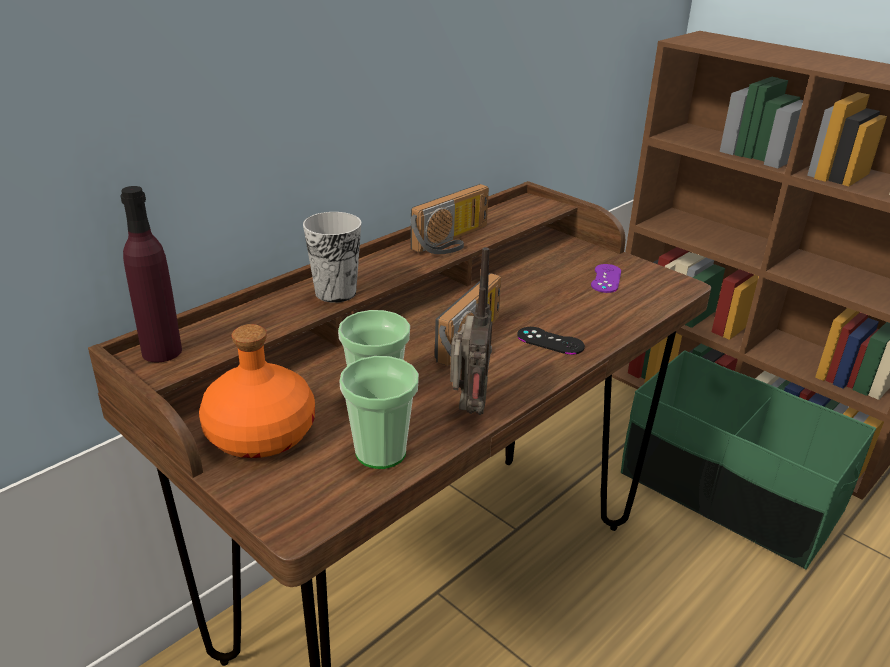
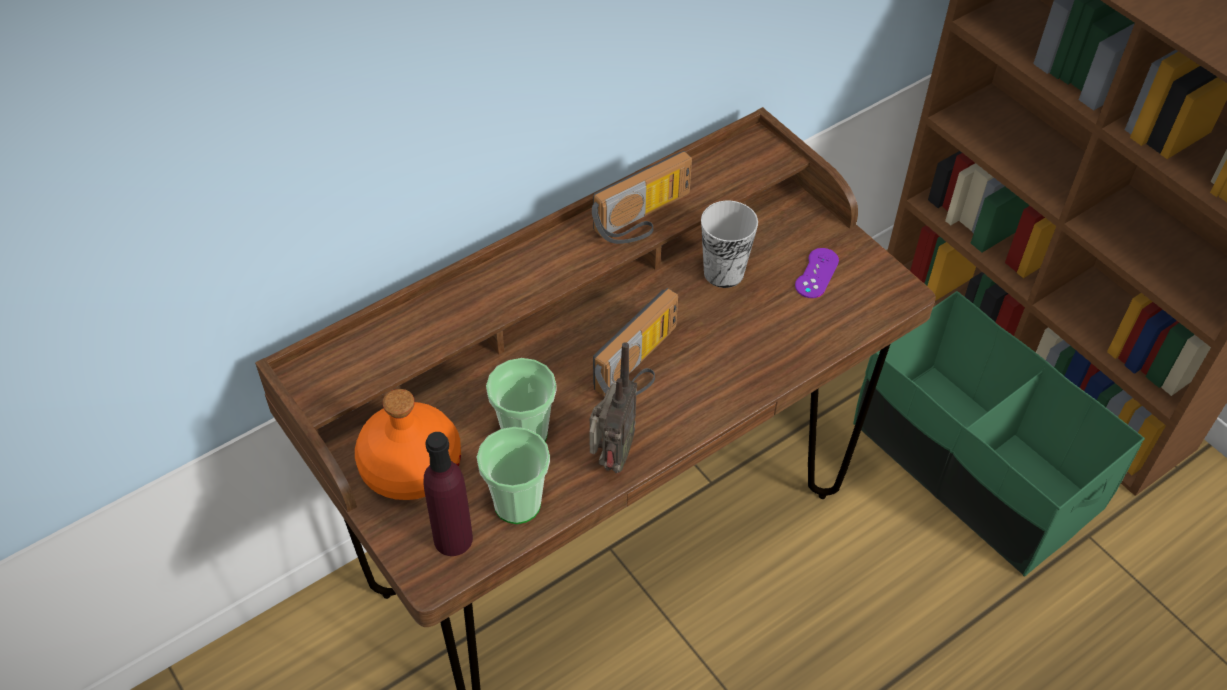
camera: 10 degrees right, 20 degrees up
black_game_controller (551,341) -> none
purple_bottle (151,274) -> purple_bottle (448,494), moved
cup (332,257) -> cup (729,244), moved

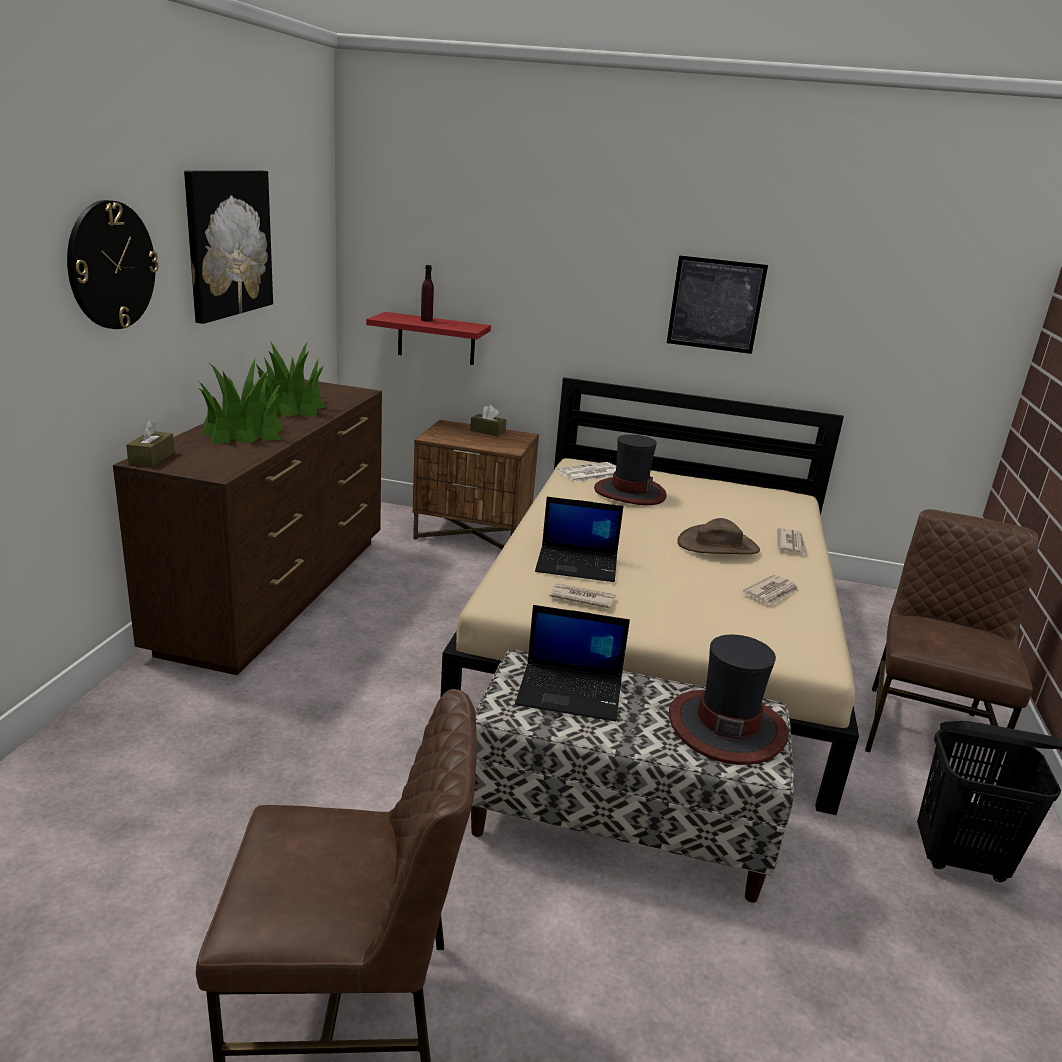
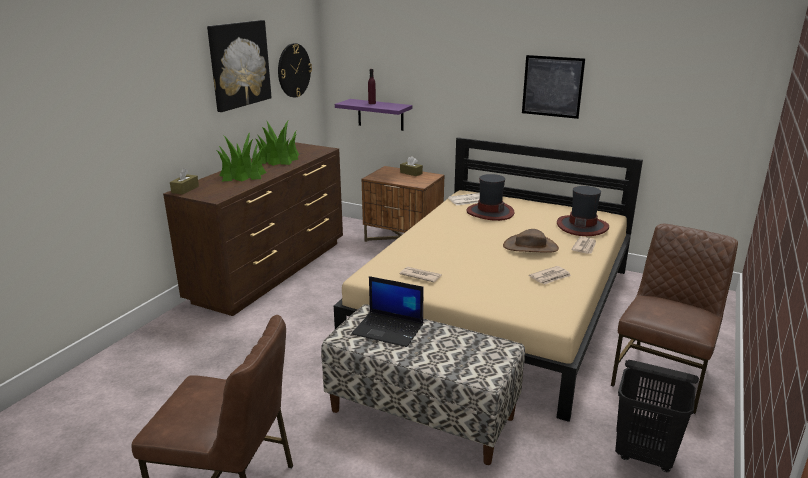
camera: 15 degrees right, 0 degrees up
laptop (579,539) -> none
wall_clock (113,264) -> wall_clock (295,70), moved
hat (729,699) -> hat (583,211), moved
red_shelf (428,338) -> purple_shelf (373,115)

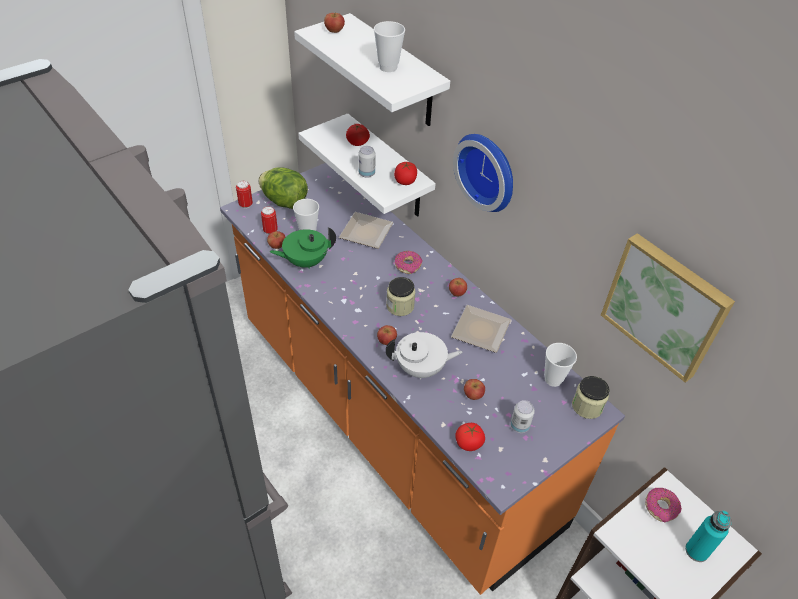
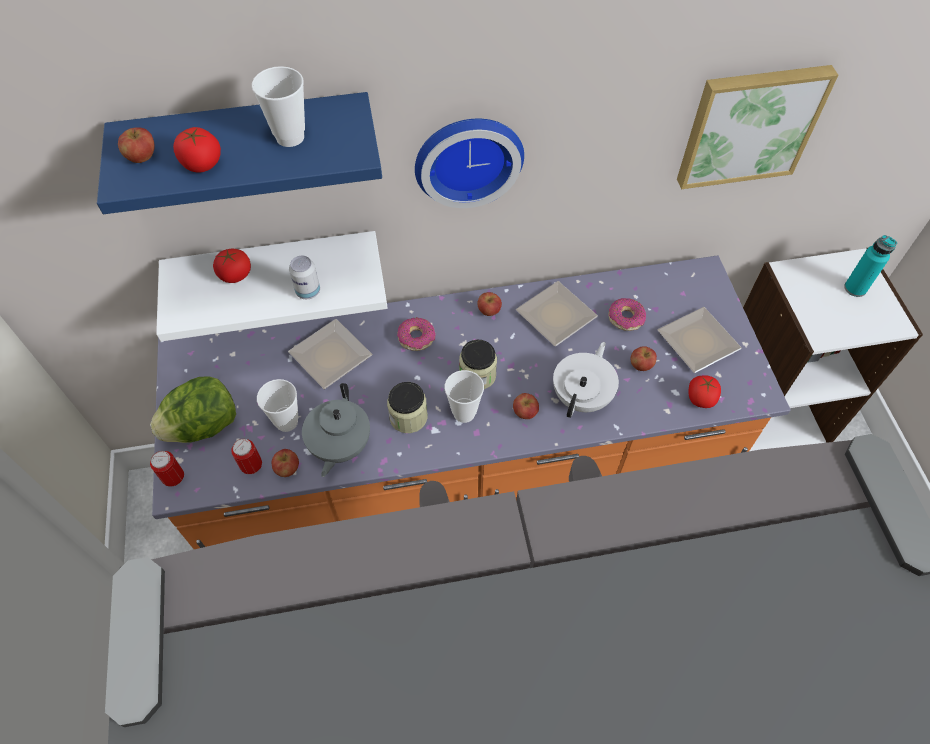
camera: 60 degrees left, 10 degrees up
tomato (405,173) -> tomato (197,149), moved
cup (560,365) -> cup (464,396), moved
jar (591,397) -> jar (407,407), moved
donut (663,505) -> donut (627,314), moved
can (522,416) -> plate (700,340)
green_teapot (303,248) -> grey_teapot (336,430)
white_shelf (372,69) -> blue_shelf (239,153)

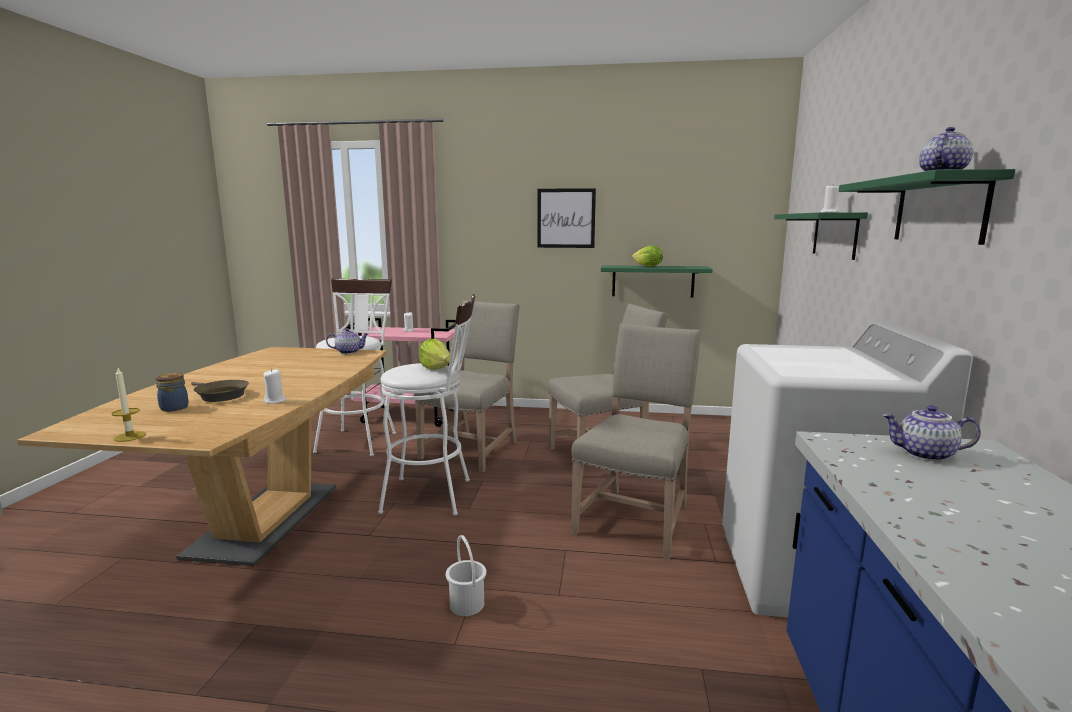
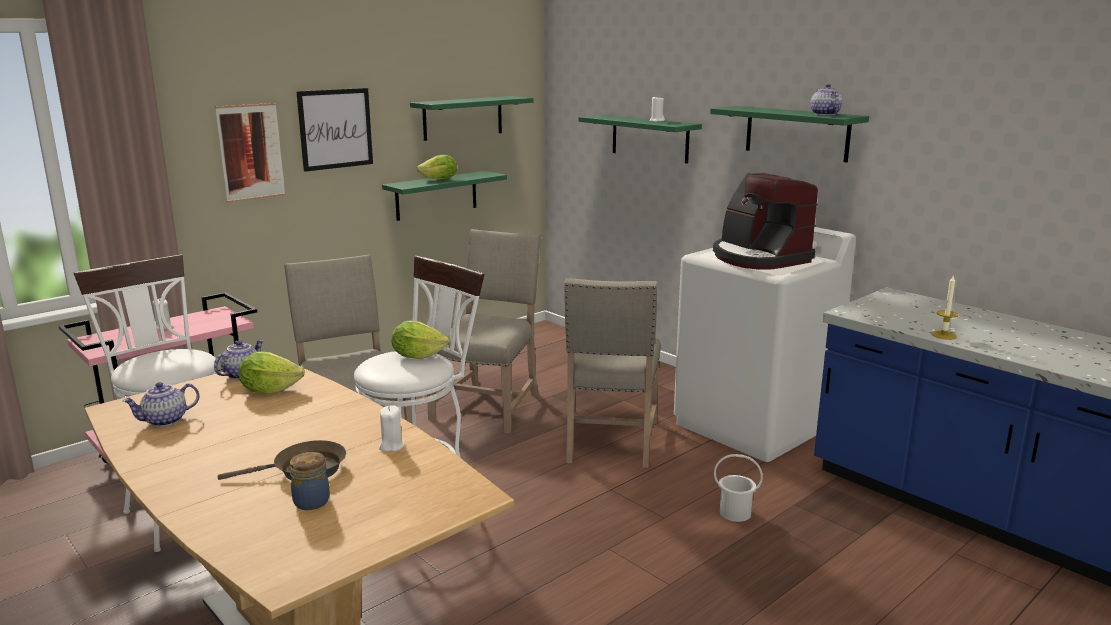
camera: 50 degrees left, 5 degrees up
none -> picture (250,153)
none -> lettuce (272,372)
none -> green_shelf (472,118)
none -> coffee_machine (765,221)
candle (129,405) -> candle (944,307), moved
white_bucket (466,575) -> white_bucket (738,488), moved
teapot (931,433) -> teapot (160,404), moved
beige_chair (636,441) -> beige_chair (612,373), 150 degrees counterclockwise

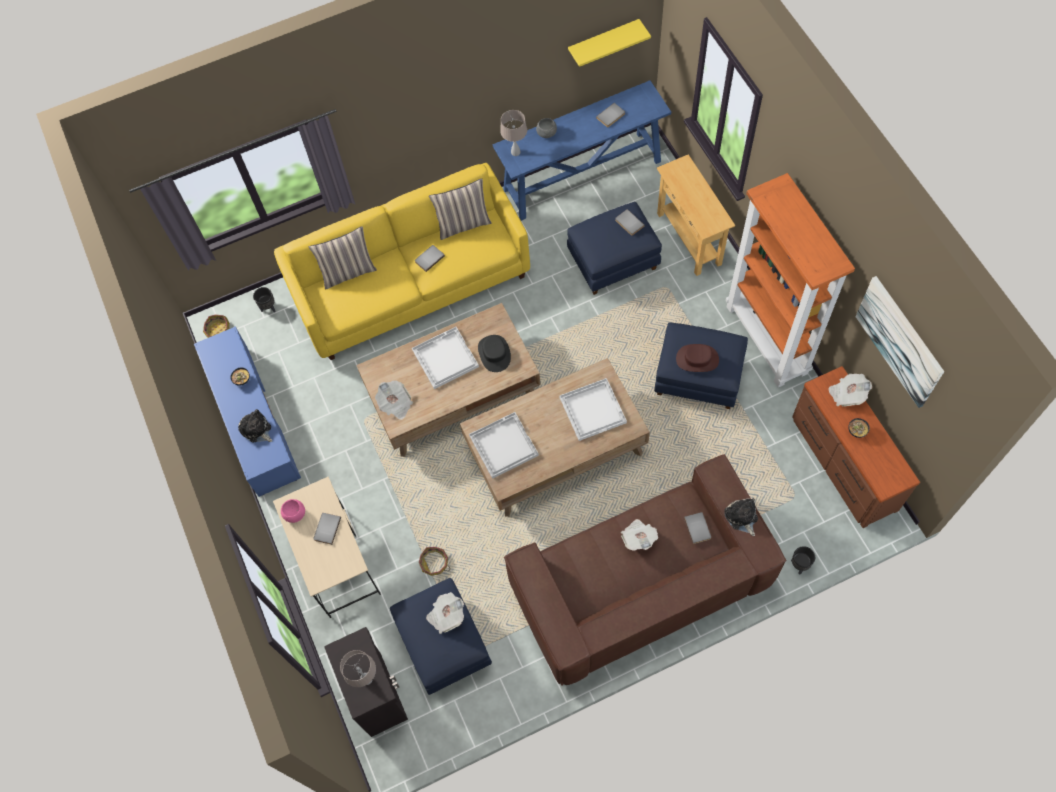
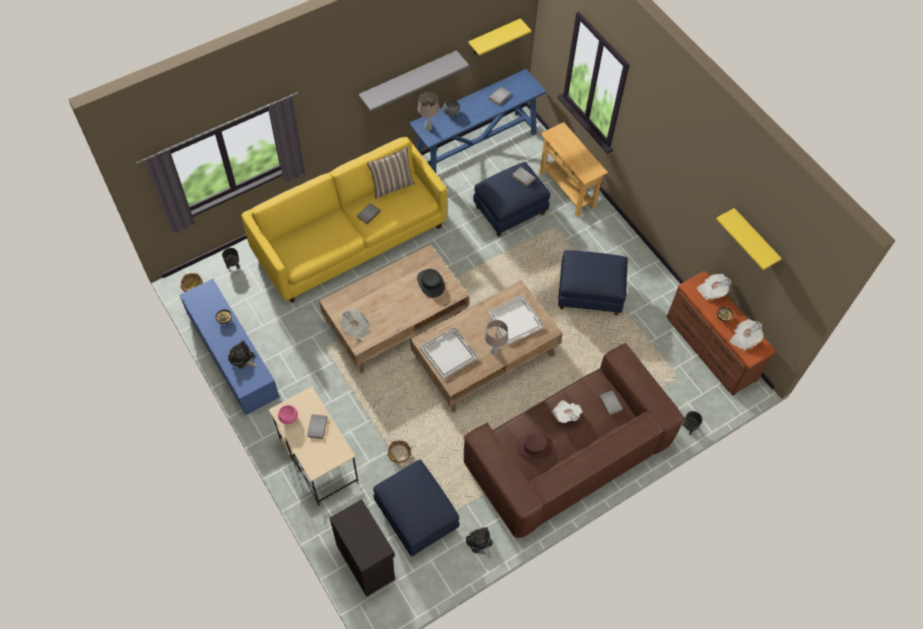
camera: 15 degrees left, 5 degrees down
pillow (343,257) -> none
white_tray (445,358) -> none
orange_bookcase (790,280) -> none
none -> grey_shelf (413,81)
beige_table_lamp (358,668) -> beige_table_lamp (496,337), moved
newspaper (445,613) -> newspaper (747,335), moved
brown_hat (697,358) -> brown_hat (534,446), moved
plush_toy (741,517) -> plush_toy (479,542), moved
picture (900,342) -> yellow_shelf (749,239)

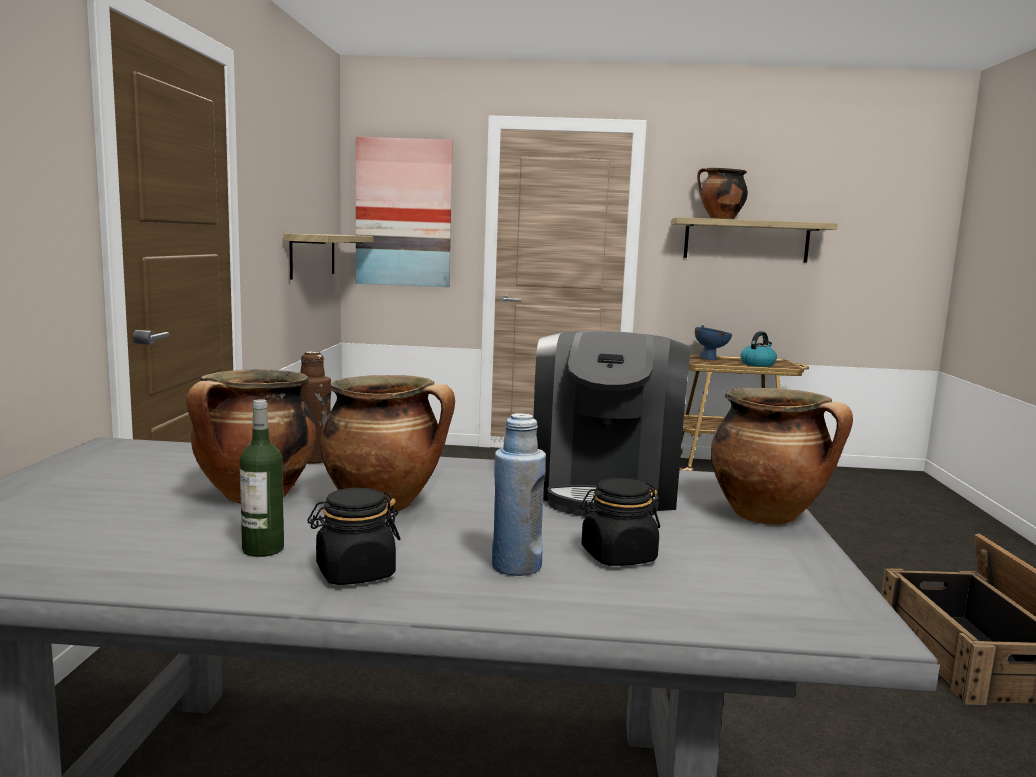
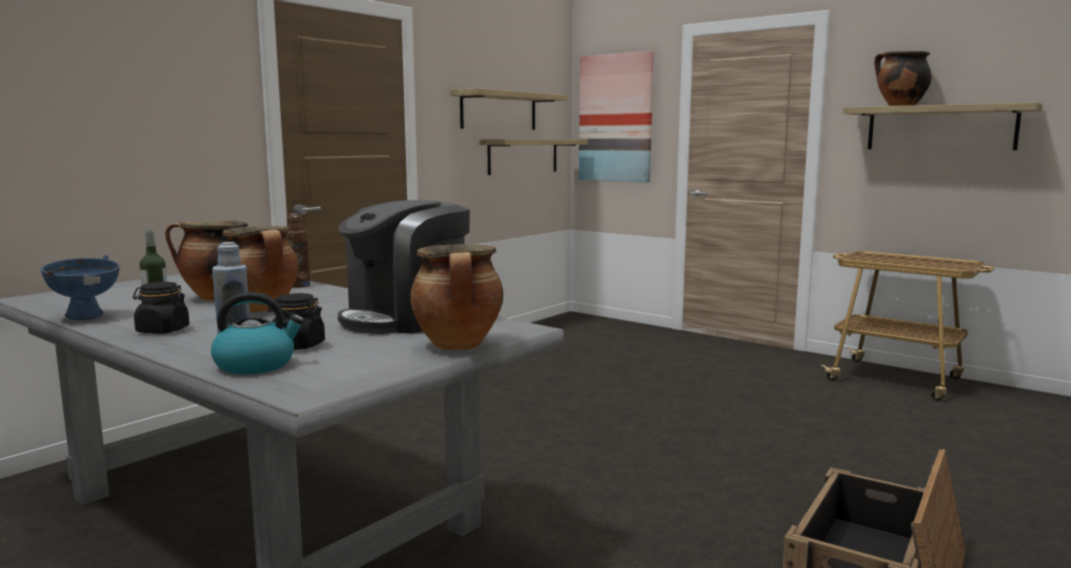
camera: 35 degrees right, 0 degrees up
none -> shelf (509,109)
blue_bowl (713,342) -> blue_bowl (80,287), moved
kettle (758,349) -> kettle (258,333), moved

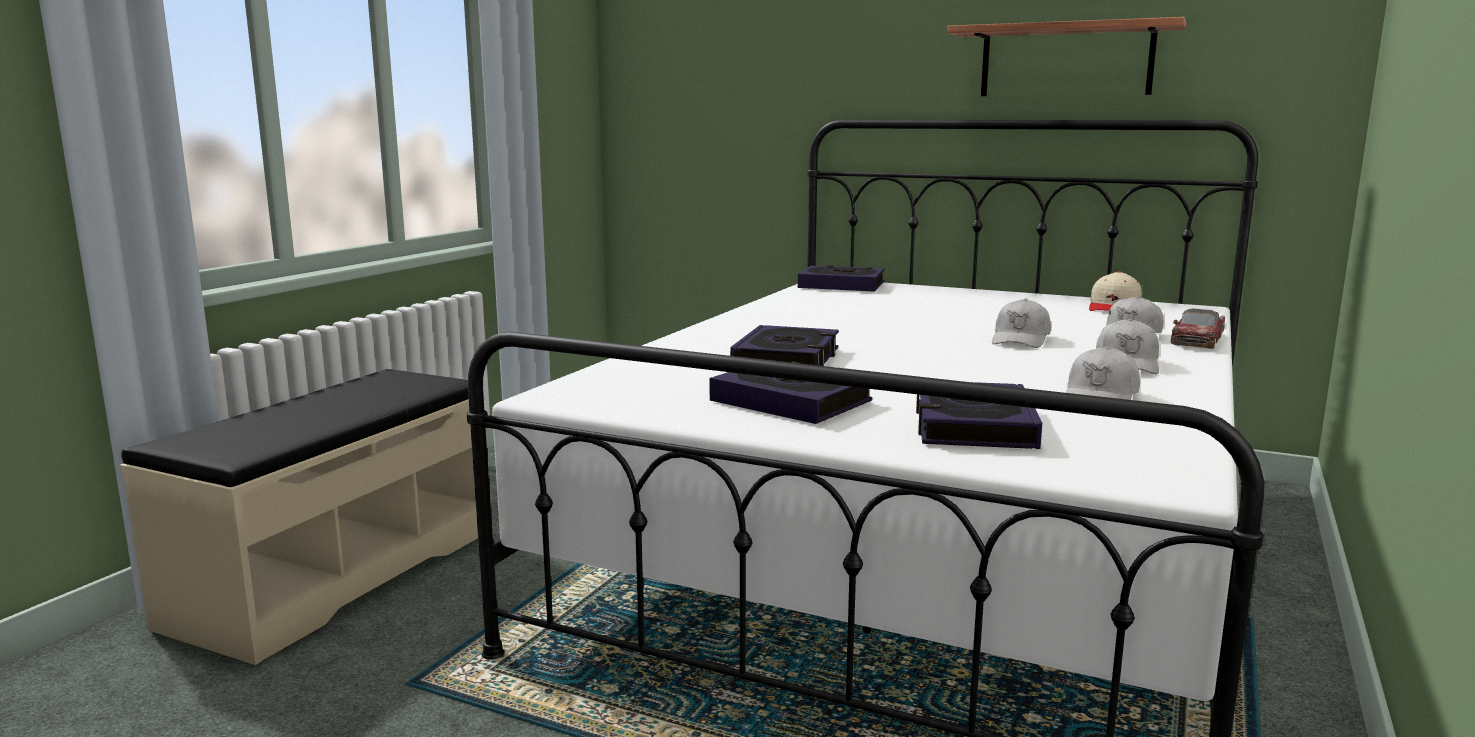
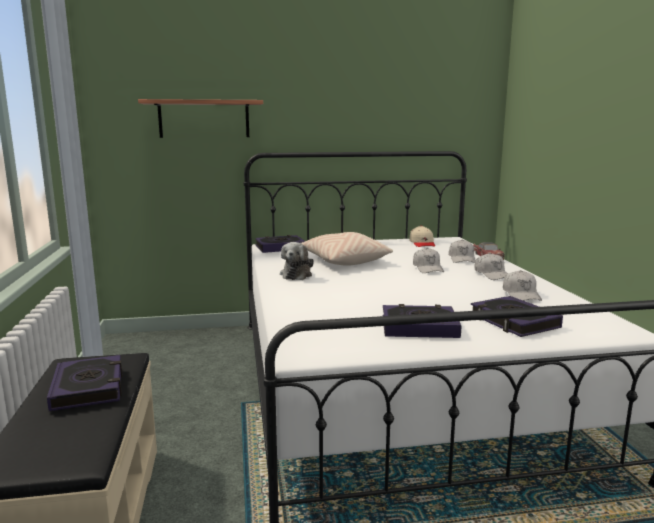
camera: 35 degrees left, 0 degrees up
none -> plush_toy (297,261)
none -> beige_pillow (347,249)
book (784,345) -> book (85,383), moved
shelf (1067,56) -> shelf (200,118), moved

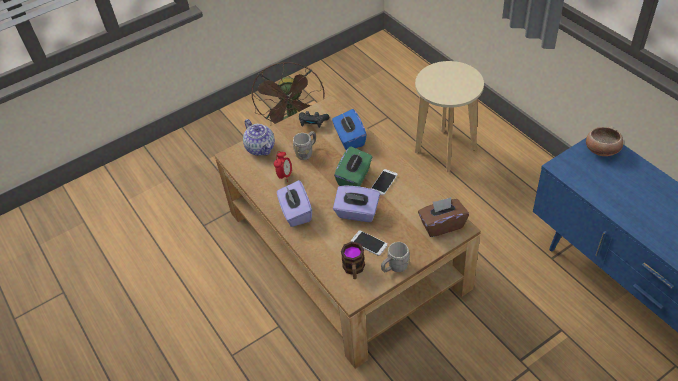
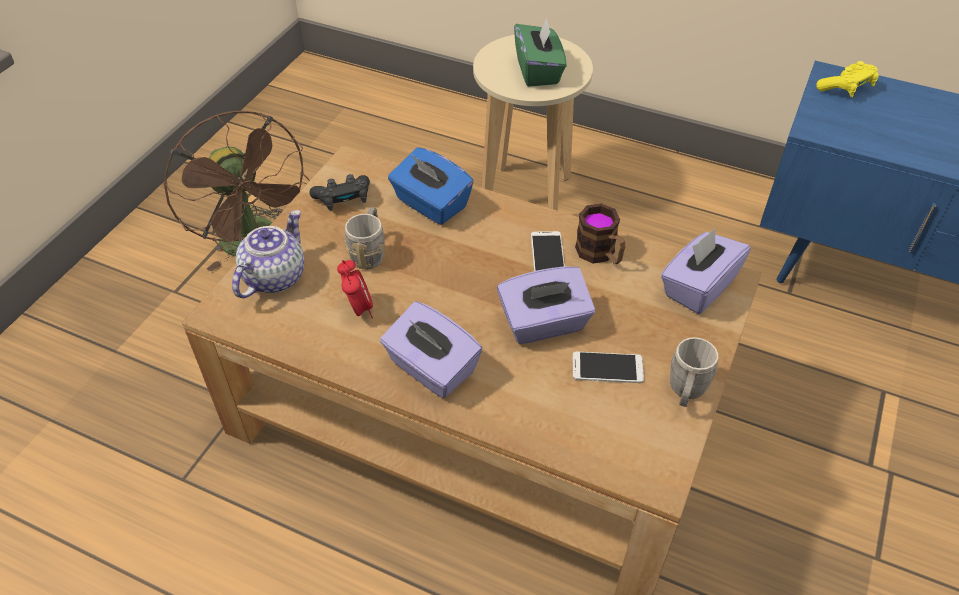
camera: 35 degrees left, 0 degrees up
green_tissue_box (353,166) -> green_tissue_box (540,52), moved
mug (353,260) -> mug (600,233), moved
bowl (604,141) -> yellow_game_controller (847,79)
brown_tissue_box (443,217) -> purple_tissue_box (706,271)
teapot (259,137) -> teapot (268,254), 90 degrees counterclockwise

